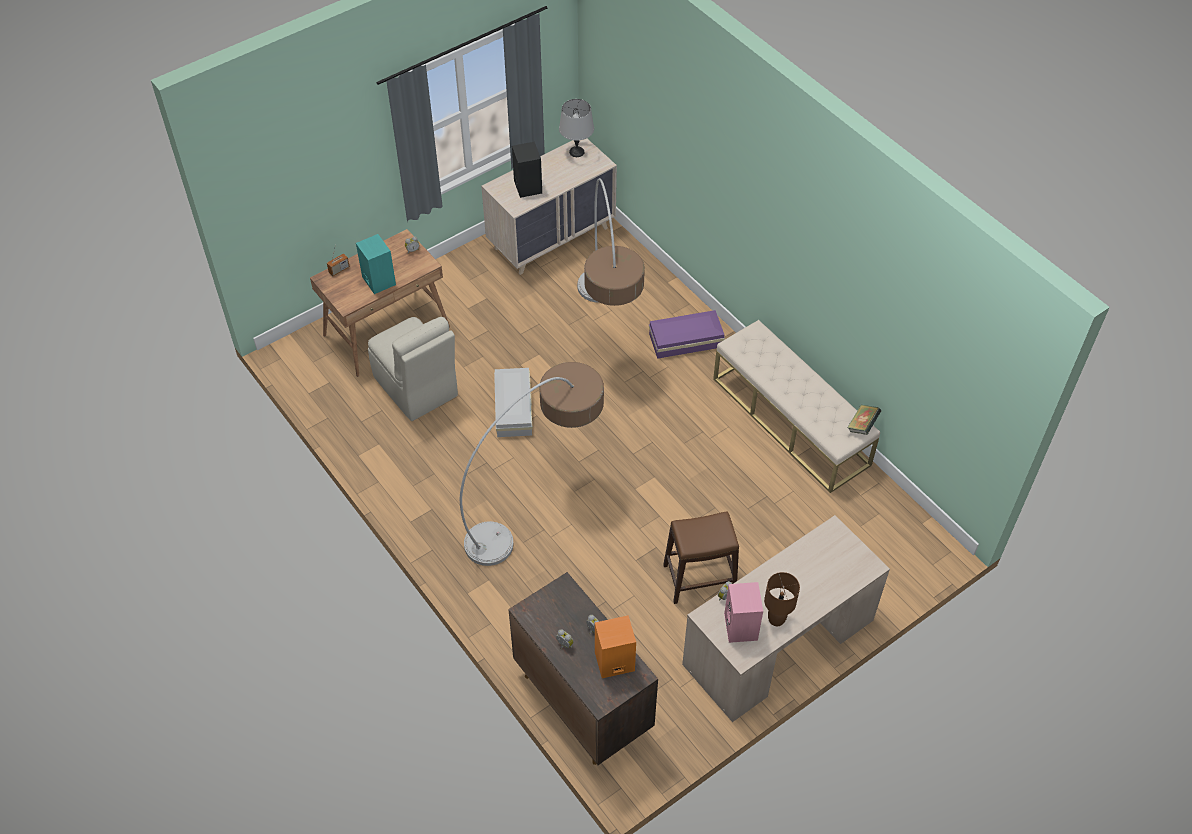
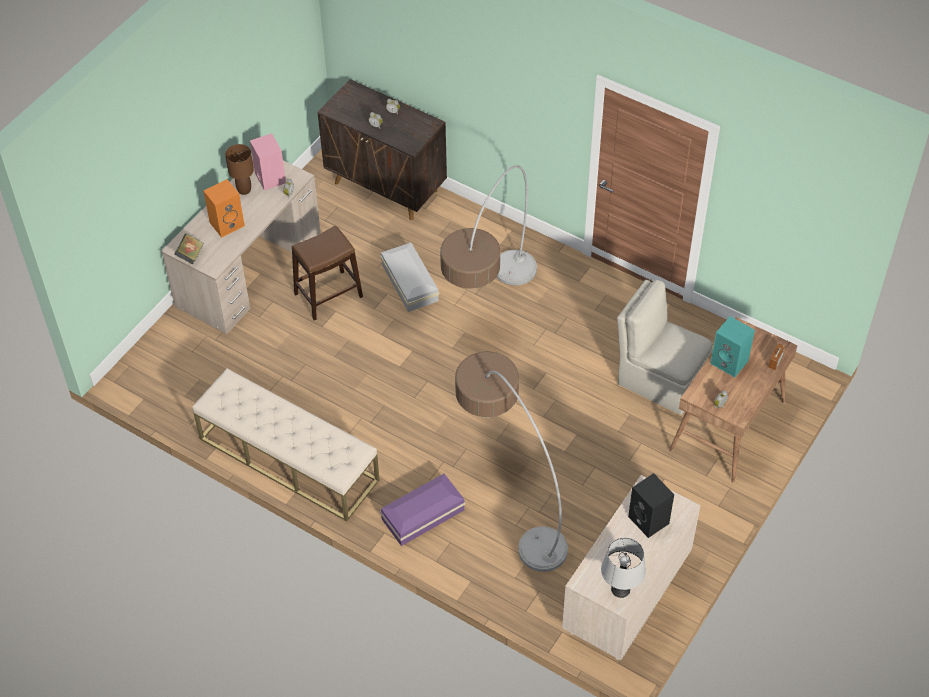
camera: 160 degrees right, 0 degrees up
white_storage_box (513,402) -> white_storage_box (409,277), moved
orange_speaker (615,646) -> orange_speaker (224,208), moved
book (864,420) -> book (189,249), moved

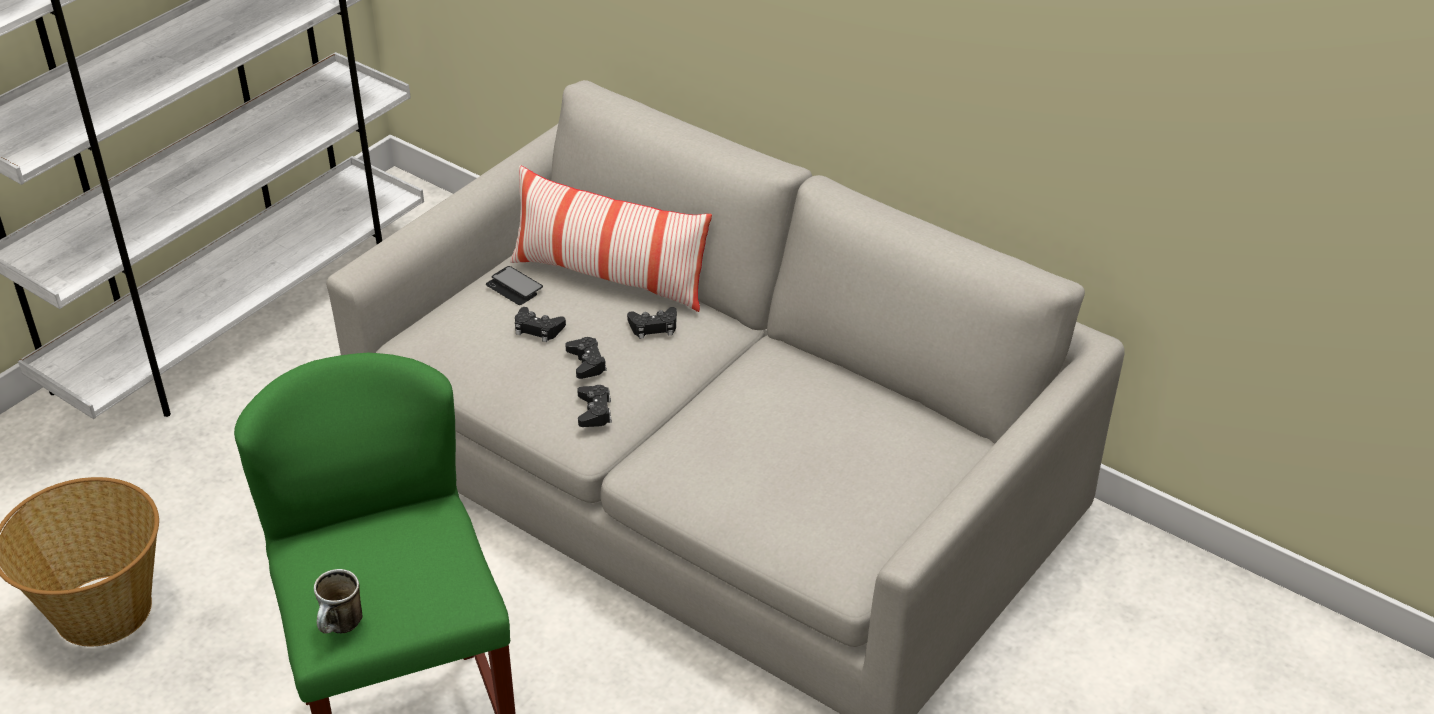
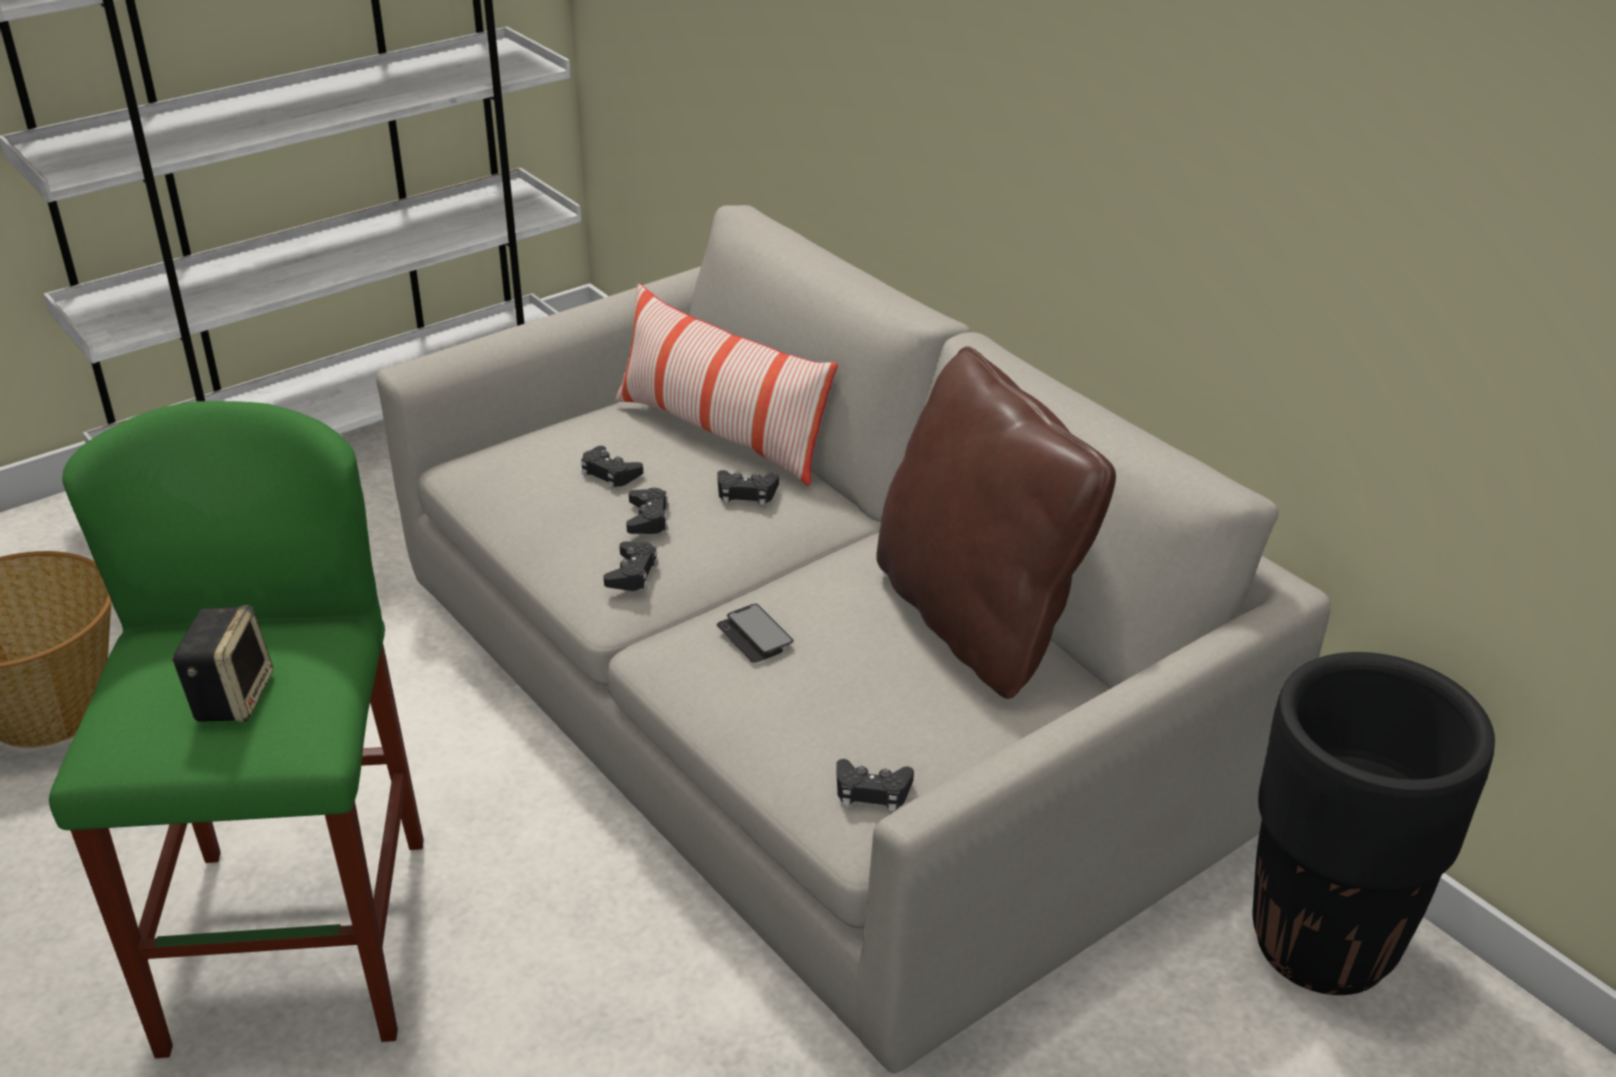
camera: 15 degrees right, 5 degrees down
mug (338,601) -> none
none -> speaker (222,663)
none -> black_game_controller (875,785)
none -> brown_pillow (996,522)
none -> black_planter (1373,823)
phone (514,285) -> phone (755,633), moved

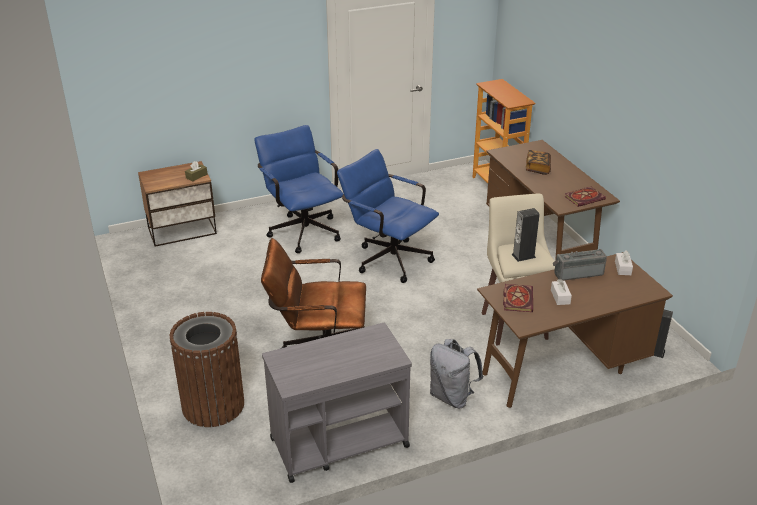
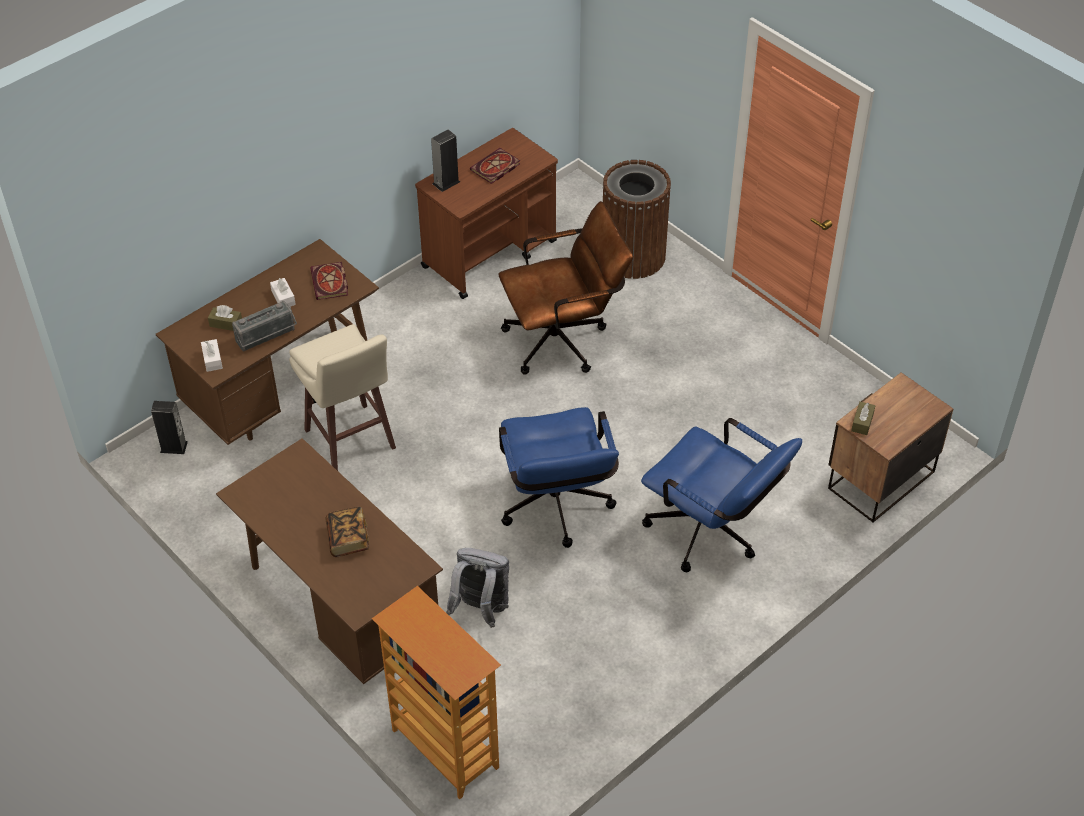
camera: 160 degrees right, 15 degrees up
none -> brown_tissue_box (225,318)
grey_backpack (456,373) -> grey_backpack (477,588), moved
speaker (526,235) -> speaker (445,161), moved
book (585,197) -> book (495,166), moved
grey_cart (337,403) -> brown_cart (486,213)
blue_office_chair (388,216) -> blue_office_chair (559,477), 60 degrees clockwise

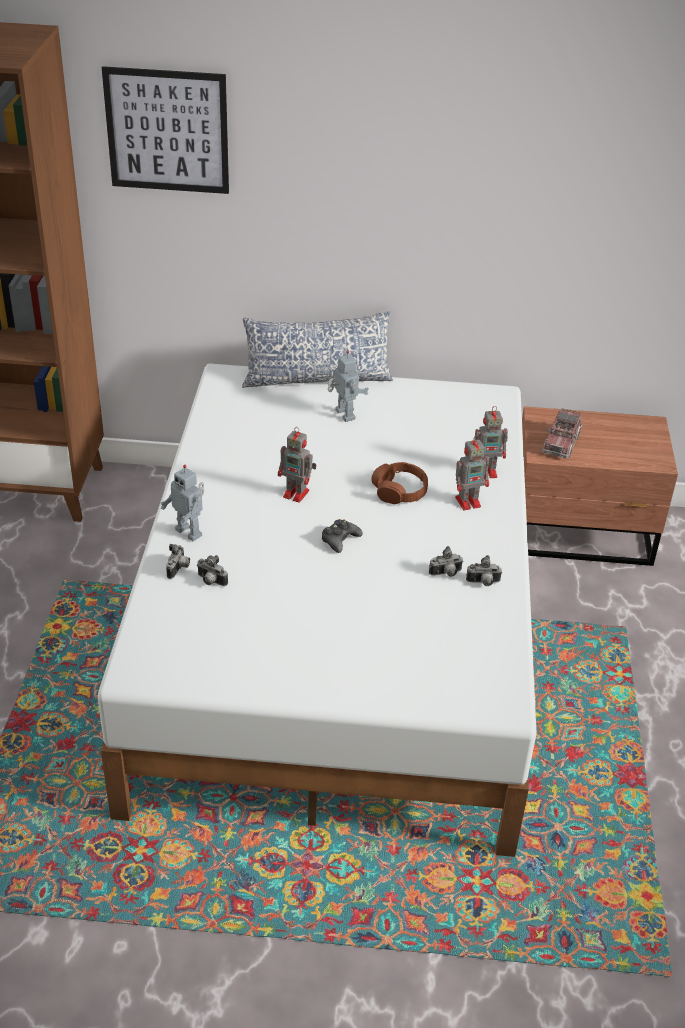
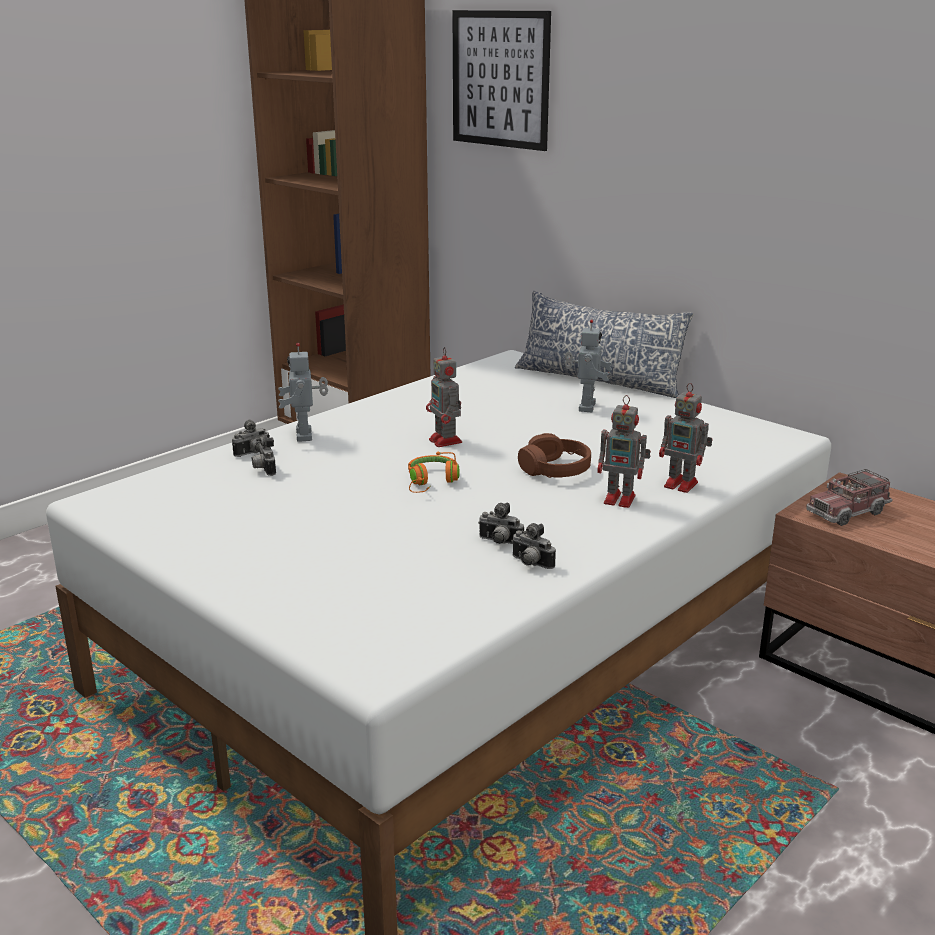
camera: 40 degrees right, 15 degrees down
black_game_controller (342,536) -> orange_headphones (434,472)

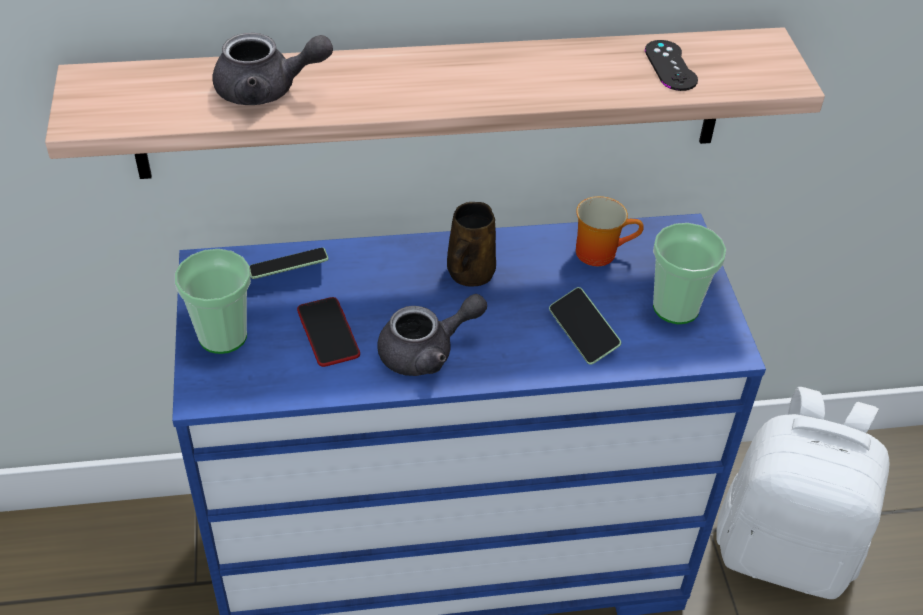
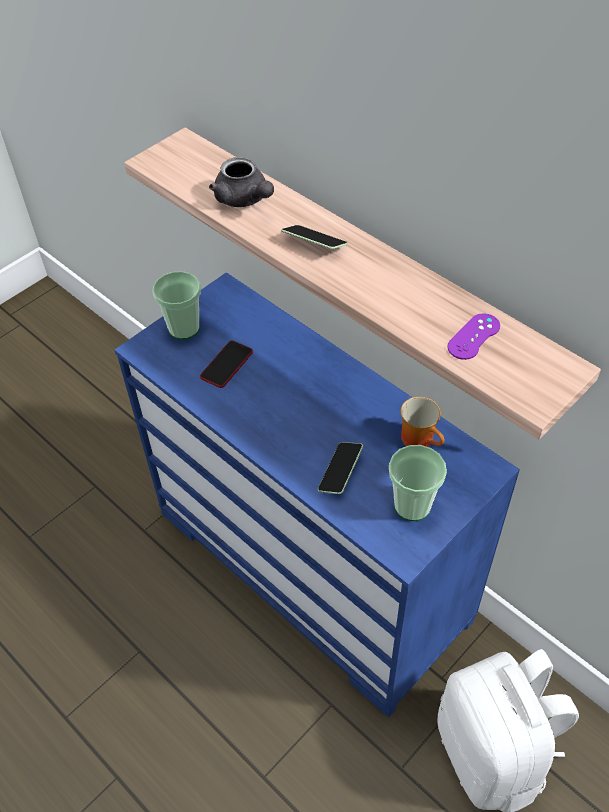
camera: 55 degrees right, 5 degrees up
grey_teapot (432,335) -> none
brown_mug (471,244) -> none
phone (289,263) -> phone (314,237), moved
black_game_controller (671,65) -> purple_game_controller (473,336)

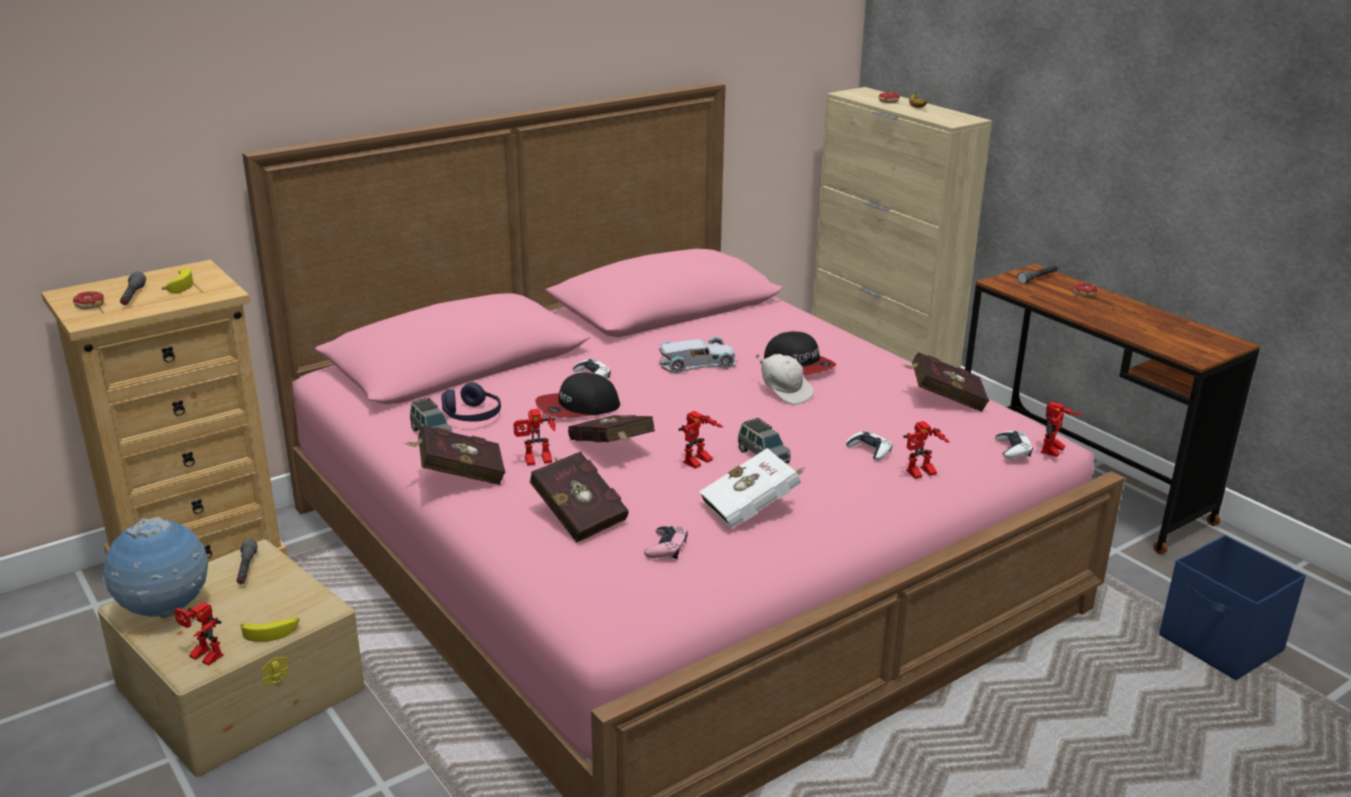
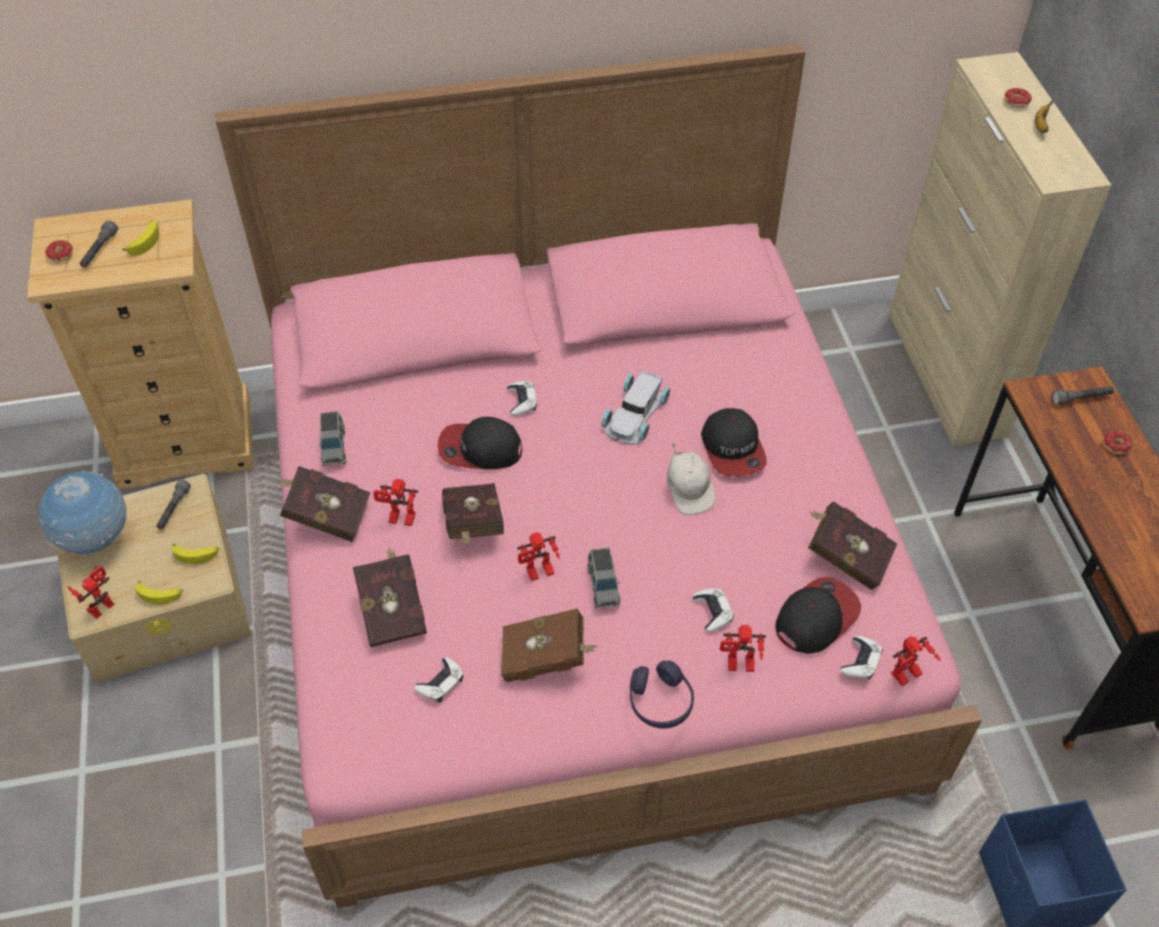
camera: 25 degrees right, 25 degrees up
none -> banana (195,554)
none -> cap (818,615)
purple_headphones (471,402) -> purple_headphones (662,694), moved
pink_game_controller (666,542) -> white_game_controller (439,680)
white_book (752,488) -> brown_book (549,645)
toy_robot (199,634) -> toy_robot (91,592), 75 degrees clockwise
white_toy_car (698,355) -> white_toy_car (635,408), 105 degrees clockwise

